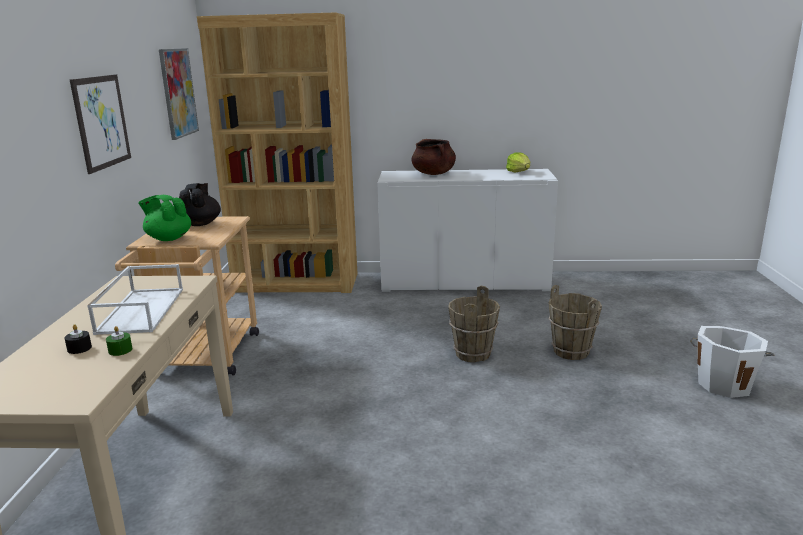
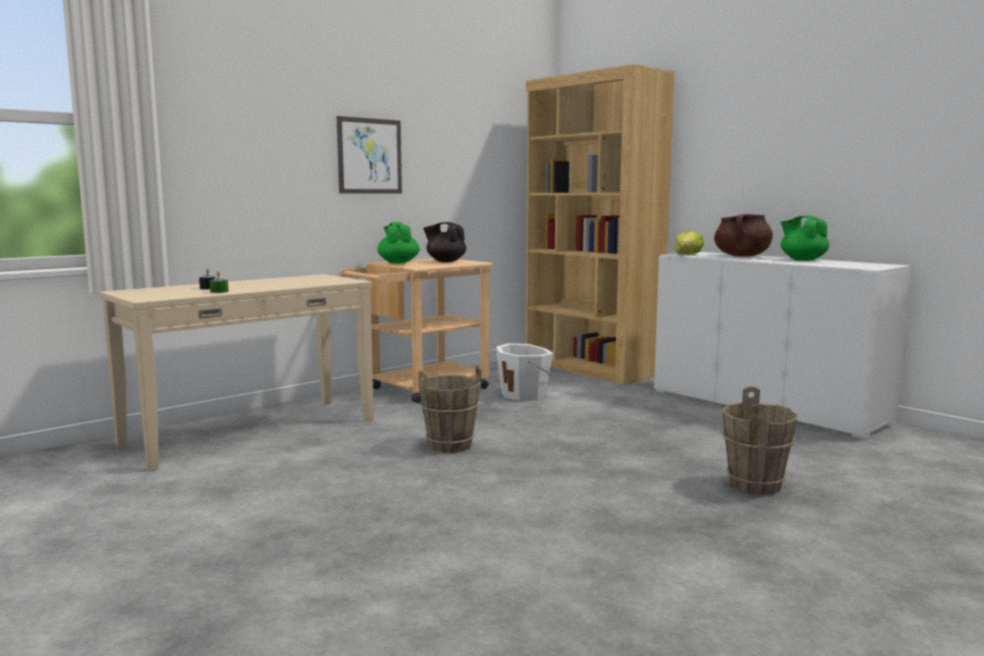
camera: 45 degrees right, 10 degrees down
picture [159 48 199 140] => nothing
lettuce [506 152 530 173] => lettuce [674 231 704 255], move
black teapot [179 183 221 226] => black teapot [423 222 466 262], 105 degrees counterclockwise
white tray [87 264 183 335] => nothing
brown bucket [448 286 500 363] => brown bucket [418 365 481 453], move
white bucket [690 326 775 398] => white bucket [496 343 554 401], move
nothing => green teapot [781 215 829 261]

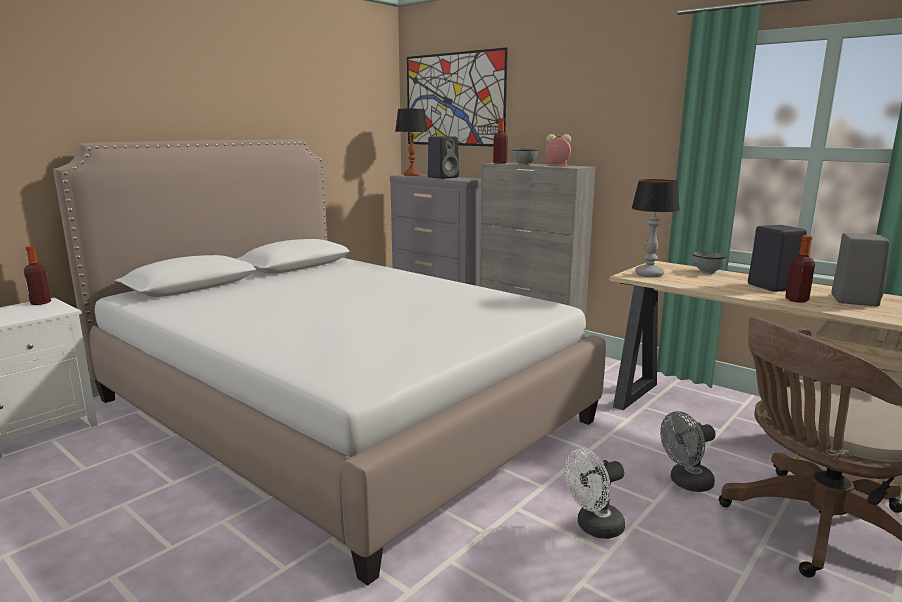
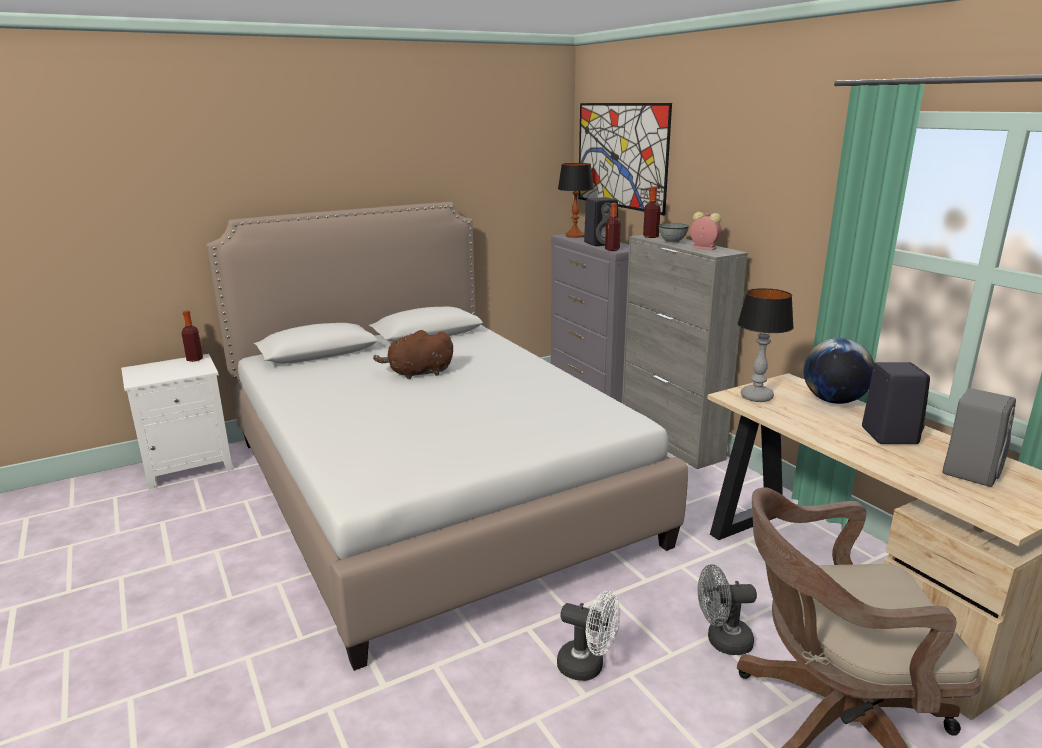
camera: 20 degrees right, 5 degrees up
bottle [785 235 815 303] => bottle [605 203 621 251], move
grey bowl [693 251 727 274] => globe [804 338 874 404]
white fan [565 449 625 539] => white fan [557 591 620 681], 150 degrees counterclockwise
nothing => brown plush toy [373 330 453 379]

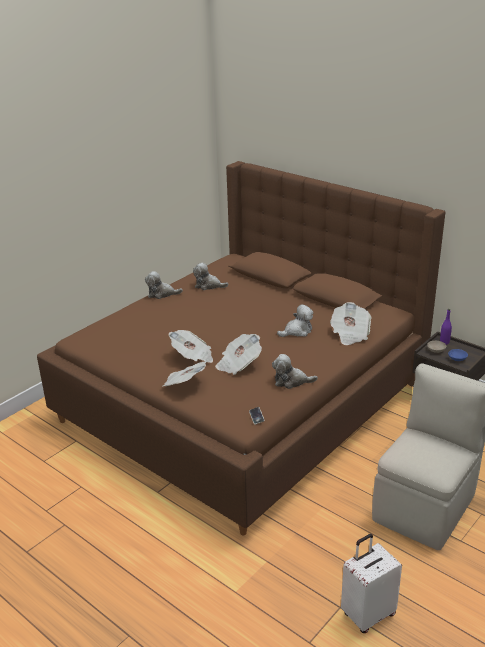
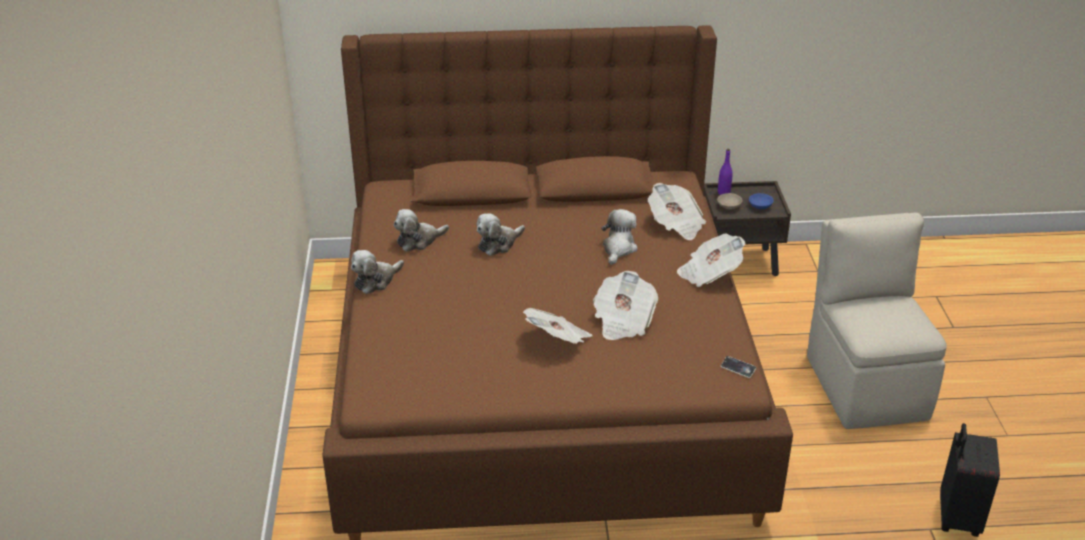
camera: 45 degrees left, 5 degrees up
plush toy [272 354 318 389] => plush toy [477 213 525 256], move
newspaper [162 361 207 387] => newspaper [677 233 746 287], move
white suitcase [341 534 402 633] => black suitcase [940 423 1000 537]

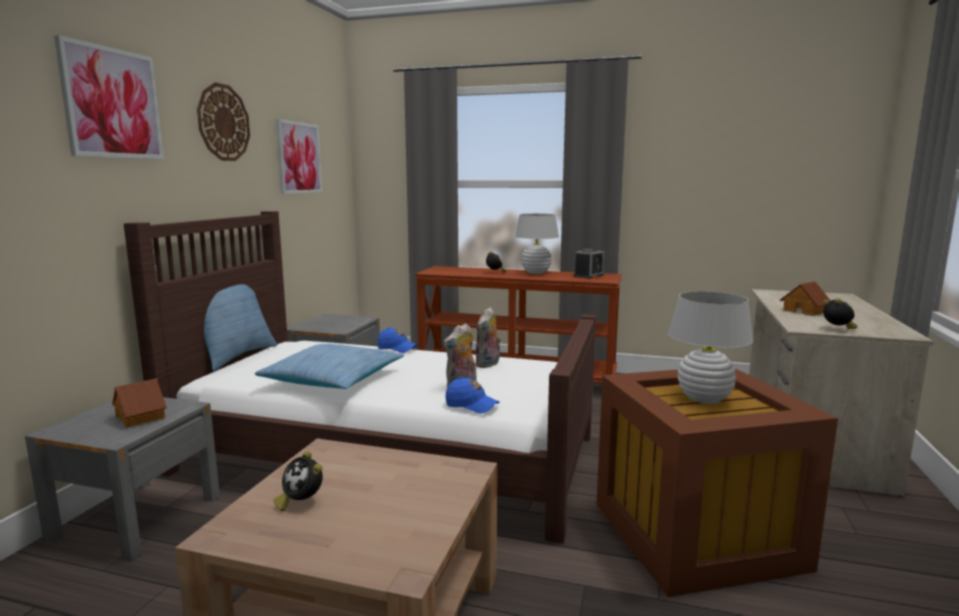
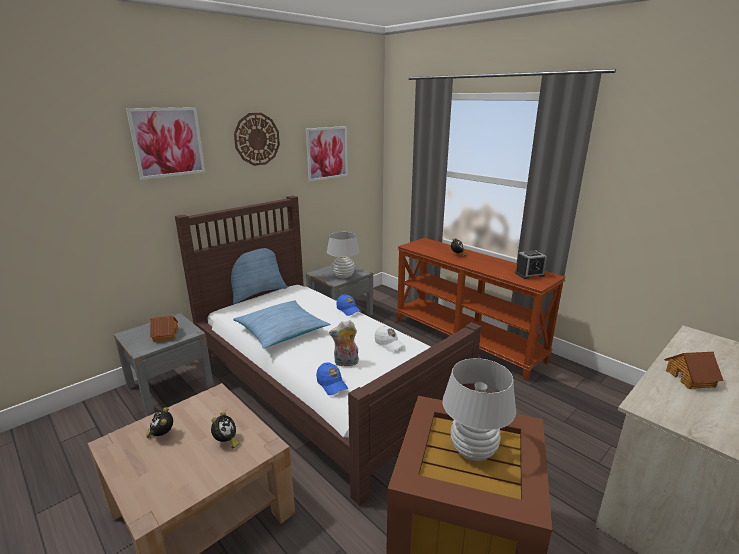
camera: 30 degrees right, 10 degrees up
white table lamp [515 214 559 274] => white table lamp [327 232 360 279], move
alarm clock [823 298 858 329] => alarm clock [211 412 240 449], move
plush toy [475 307 501 368] => white cap [375 326 405 352]

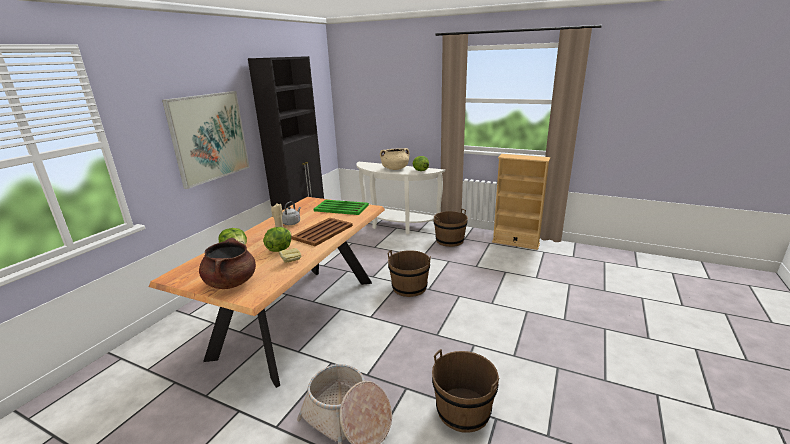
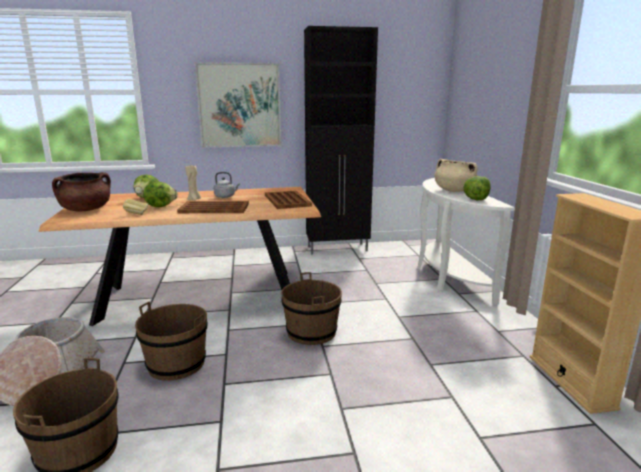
camera: 55 degrees right, 5 degrees down
green tray [314 200 369 215] => brown tray [265 191 312 209]
brown bucket [433 208 468 247] => brown bucket [135 302 208 381], move

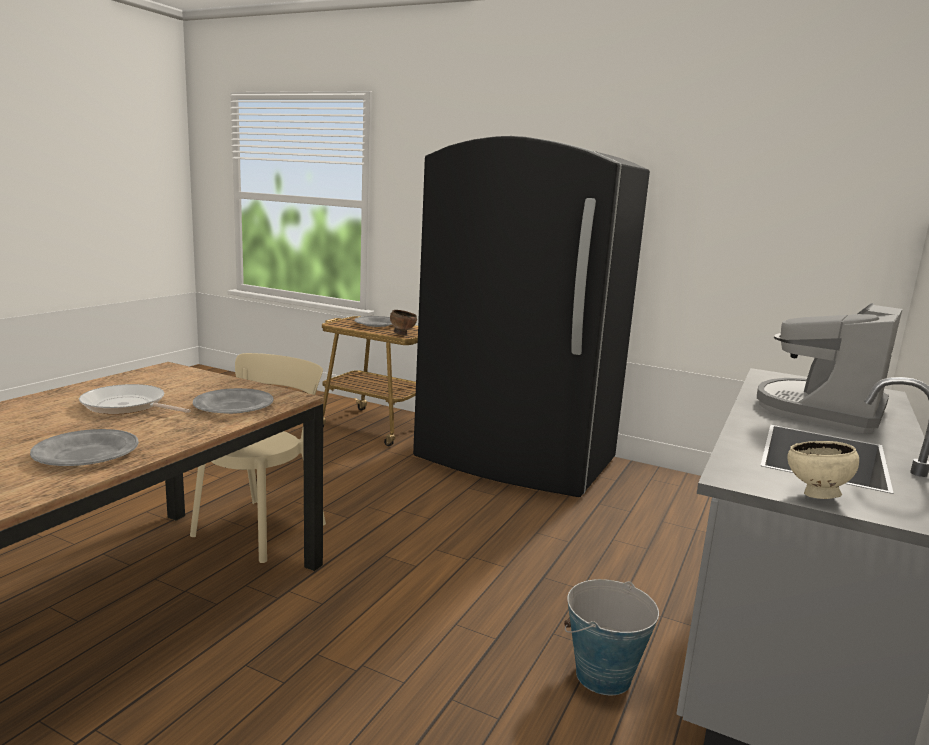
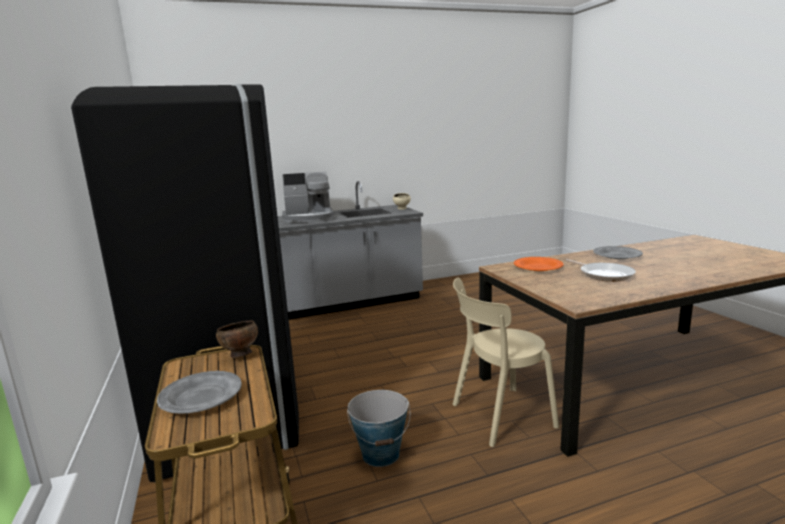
camera: 135 degrees left, 0 degrees up
grey plate [193 388 274 414] => orange plate [514 257 564 271]
bucket [564 579 659 695] => bucket [347 390 411 467], move

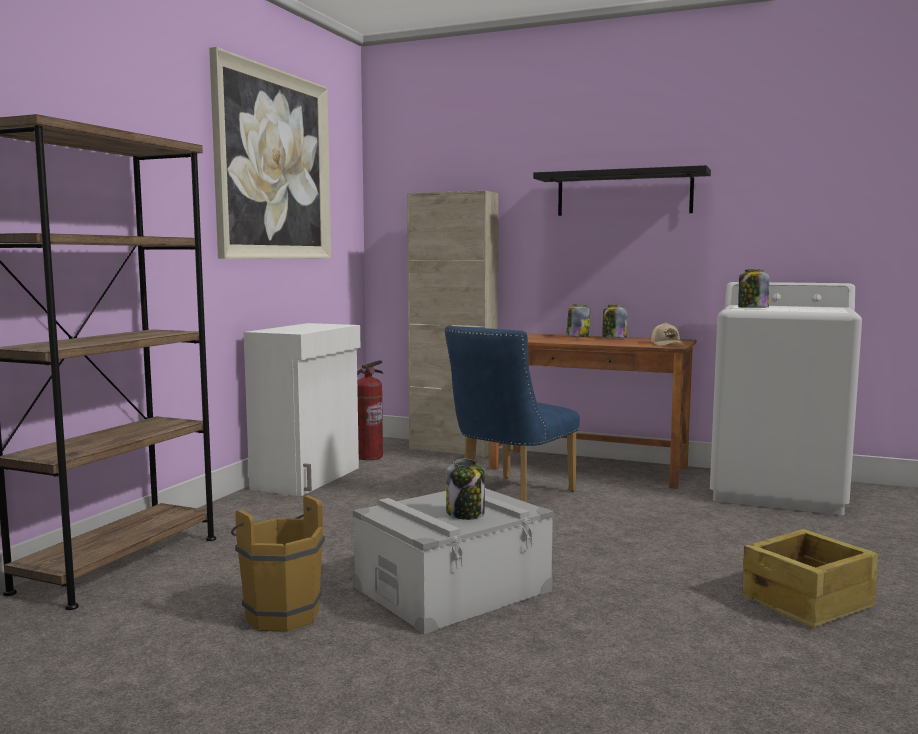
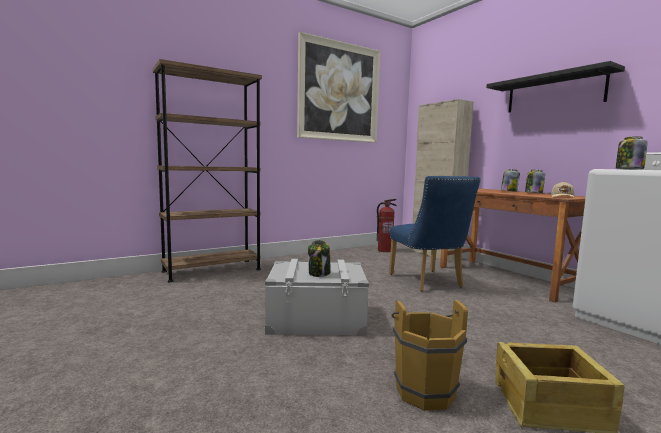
camera: 35 degrees right, 0 degrees up
white cabinet [244 323 360 496] => nothing
blue chair [444 326 580 502] => blue chair [389 176 481 291], 90 degrees counterclockwise
brown bucket [231 495 325 632] => brown bucket [392 300 468 410], move

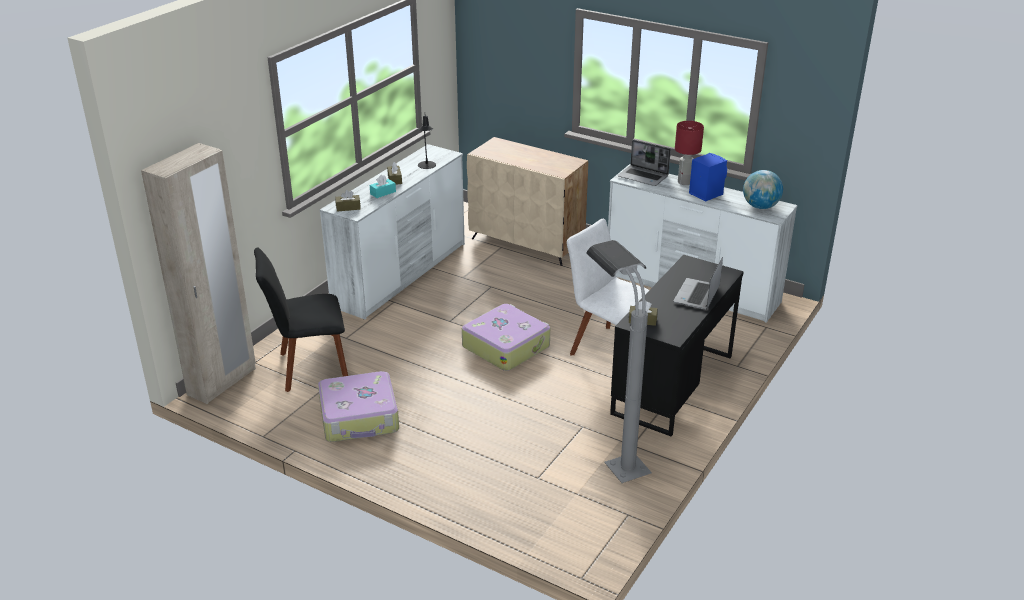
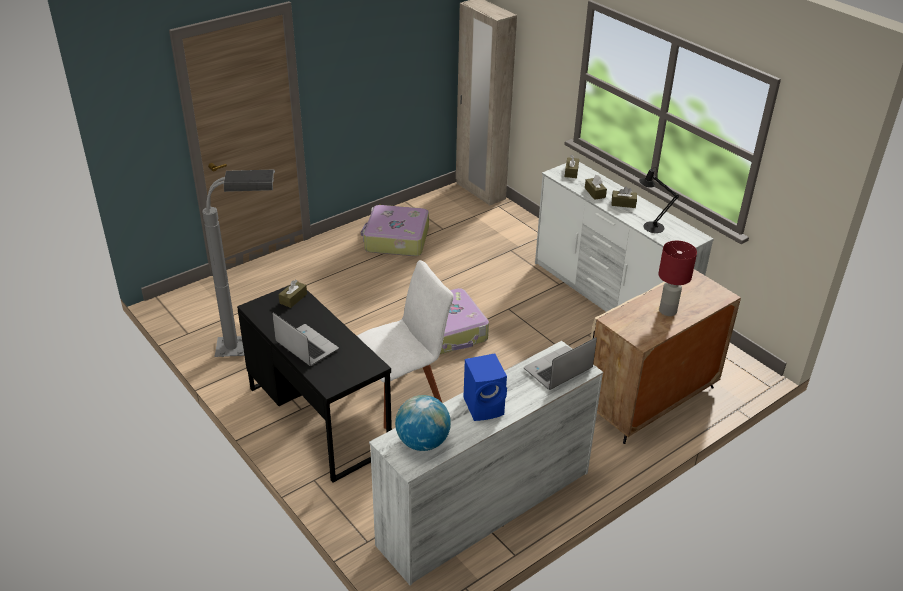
camera: 110 degrees right, 5 degrees up
red table lamp [675 121 704 185] => red table lamp [658 241 697 316], move
turquoise tissue box [370 175 396 198] => brown tissue box [585 175 607 200]
black chair [254 247 348 392] => nothing

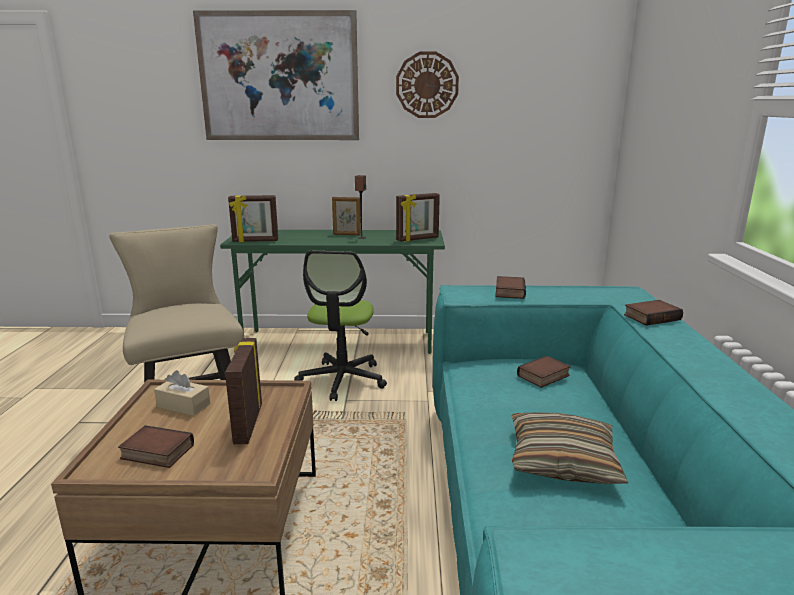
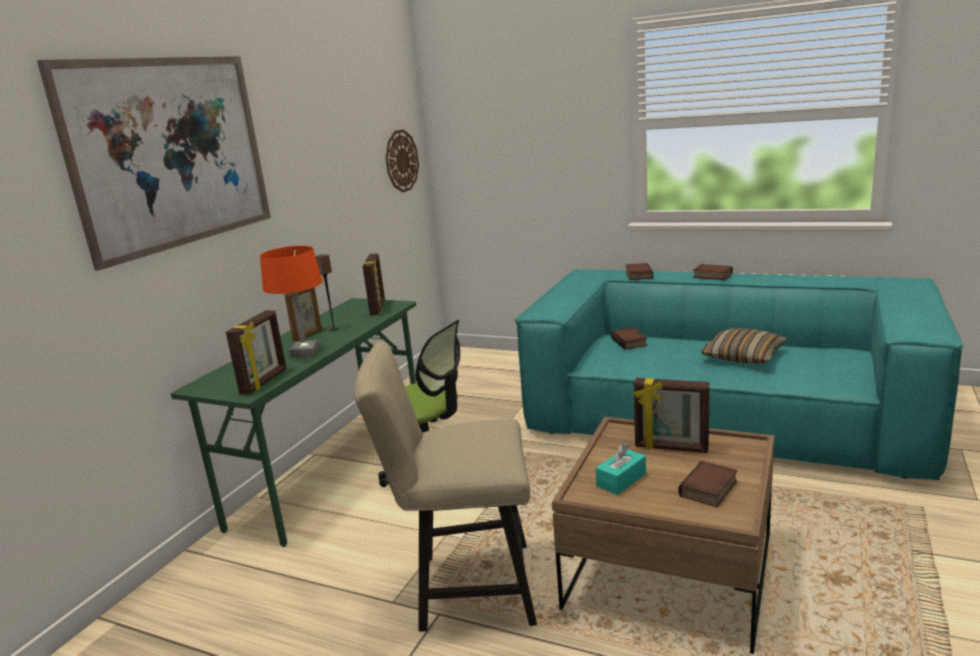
camera: 65 degrees left, 0 degrees up
wall clock [396 52 459 118] => wall clock [386 129 419 193], move
book [495 276 526 299] => book [693 264 733 280], move
beige tissue box [154 370 210 416] => turquoise tissue box [596 443 646 495]
nothing => orange table lamp [260 246 323 358]

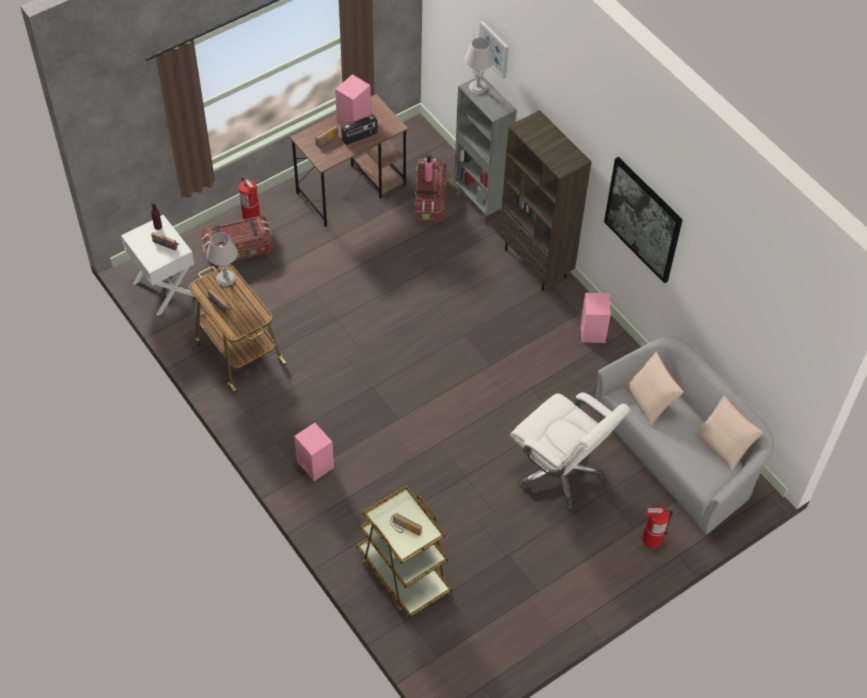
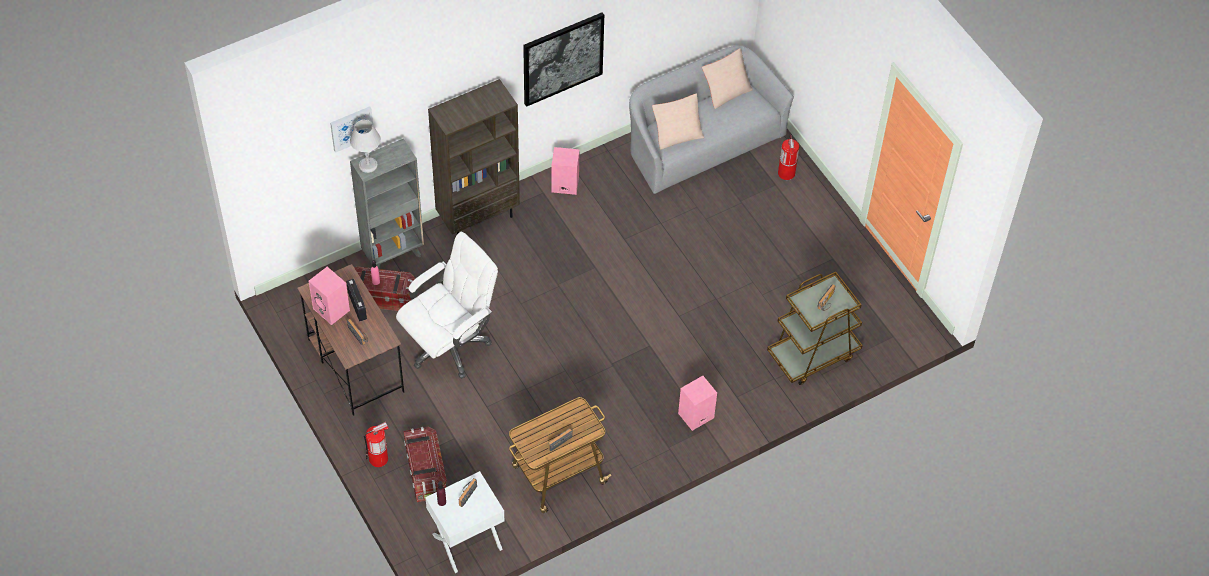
camera: 85 degrees left, 0 degrees up
grey table lamp [206 232 238 286] => nothing
white office chair [510 393 630 509] => white office chair [396 232 498 379], move

